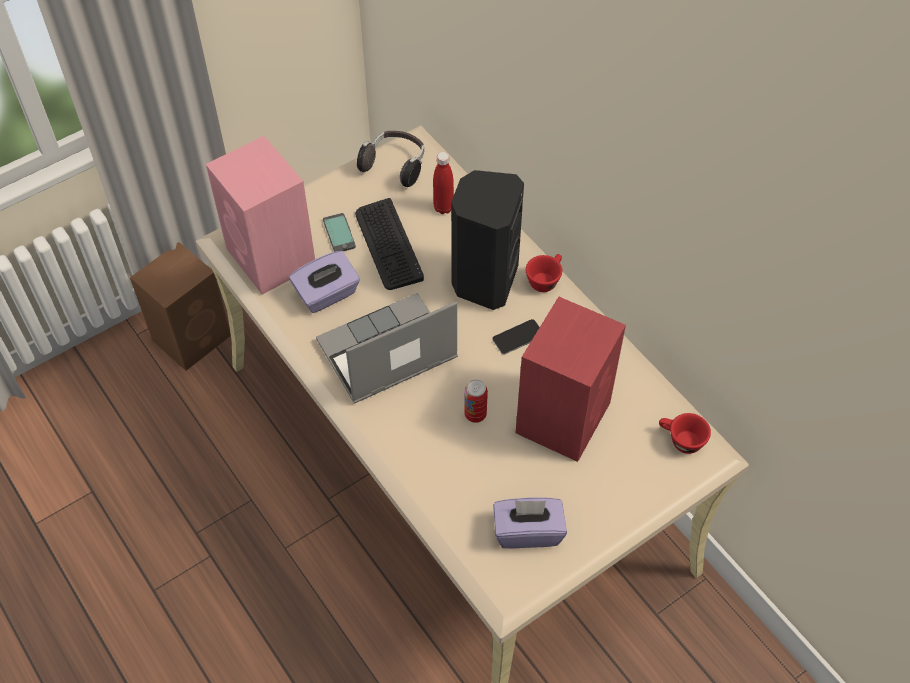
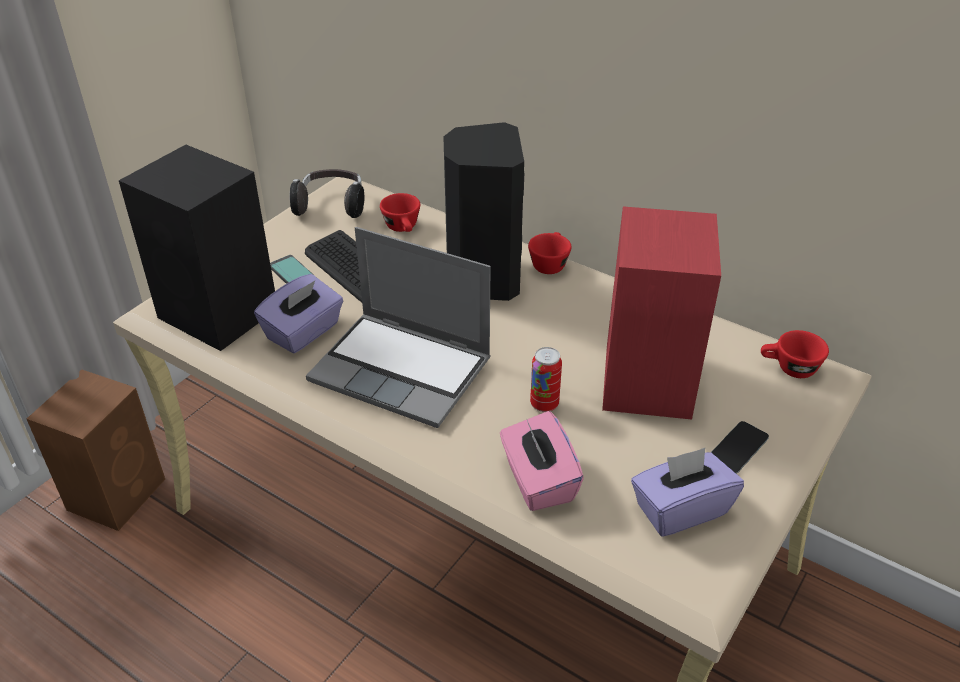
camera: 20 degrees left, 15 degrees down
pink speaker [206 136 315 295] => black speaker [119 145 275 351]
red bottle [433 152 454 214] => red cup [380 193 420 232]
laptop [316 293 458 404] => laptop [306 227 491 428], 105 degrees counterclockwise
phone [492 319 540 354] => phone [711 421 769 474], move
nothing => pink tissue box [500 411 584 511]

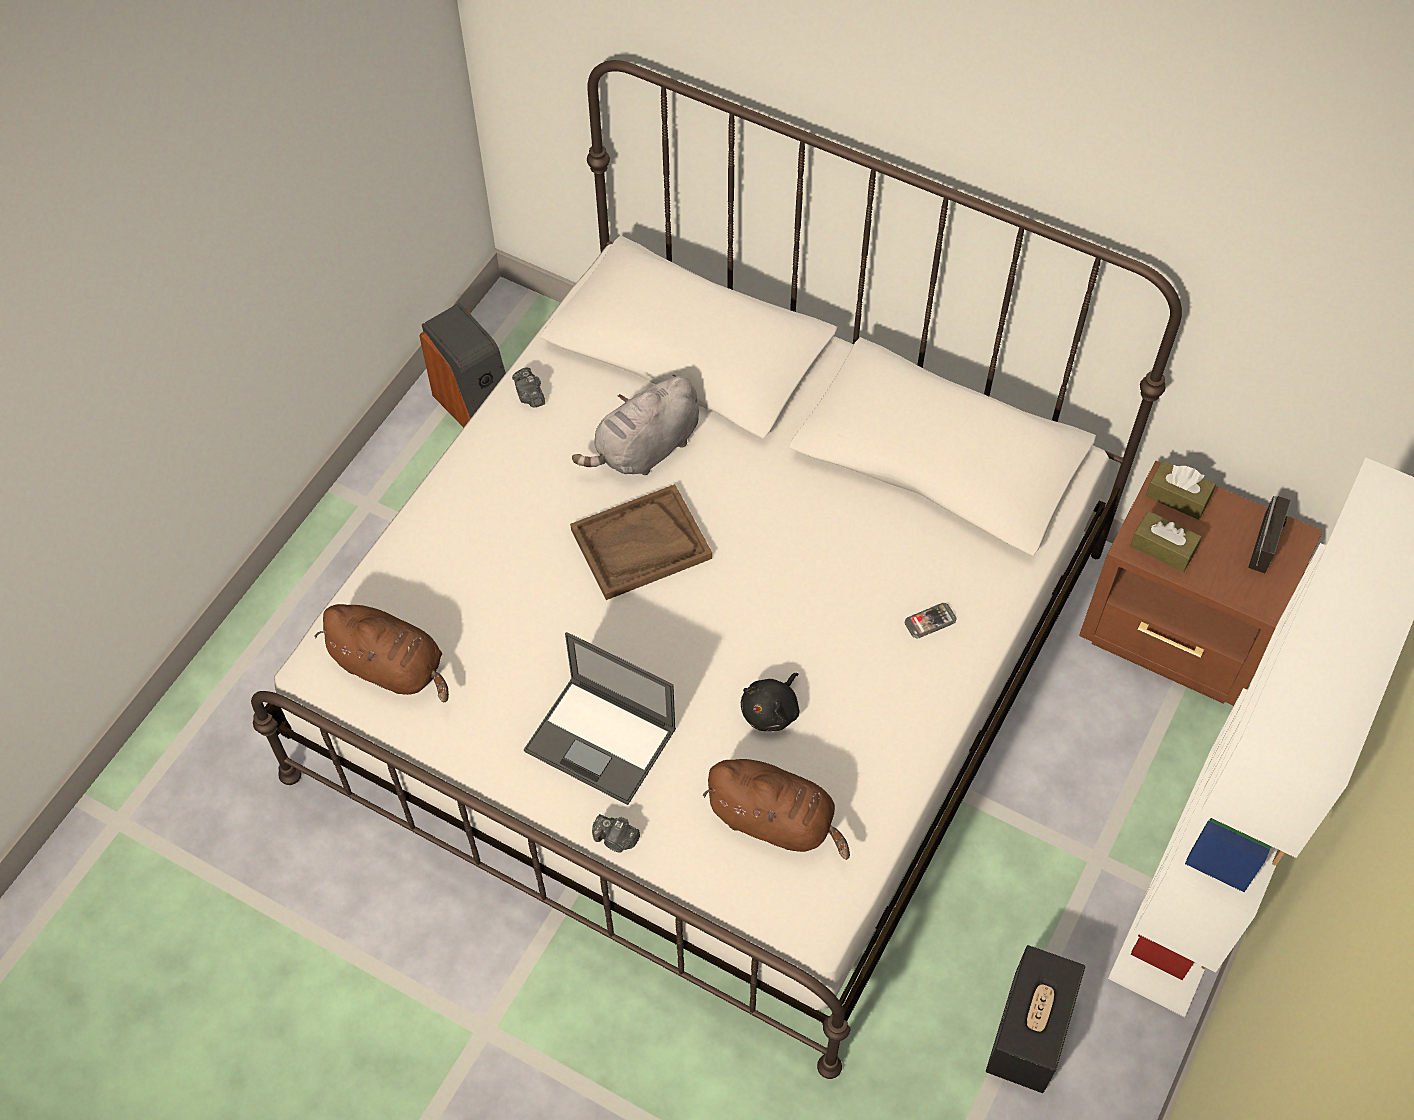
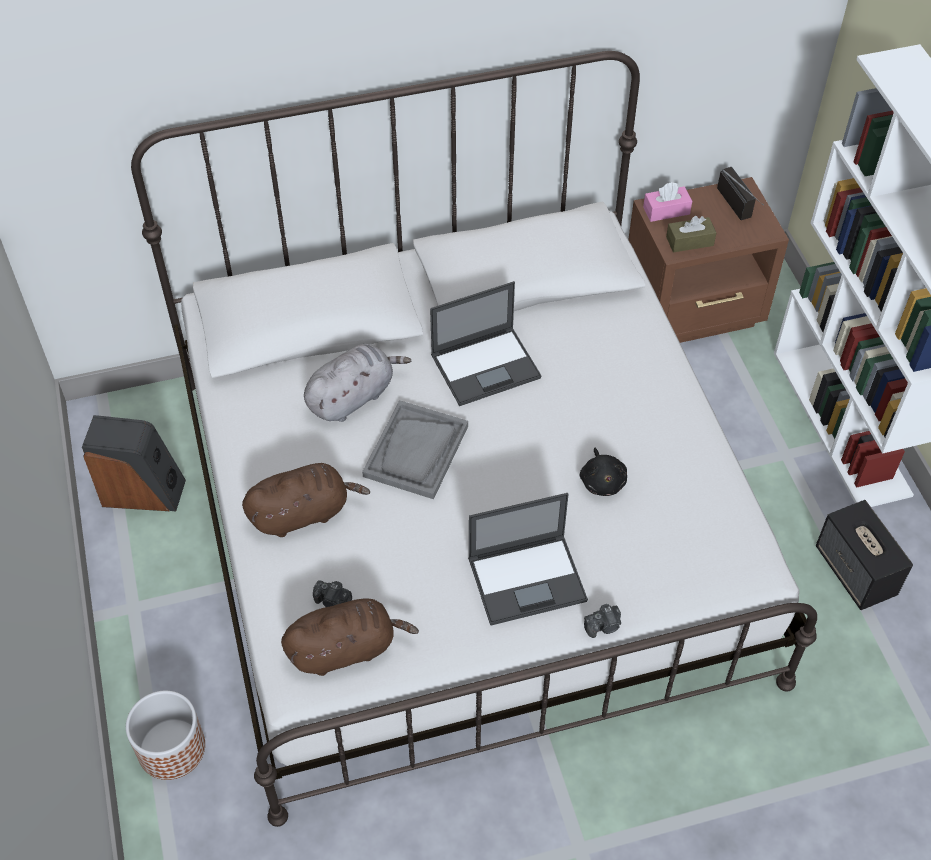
camera: 45 degrees left, 5 degrees down
photo camera [512 367 545 408] => photo camera [313 580 352 607], move
grey plush toy [572 375 699 475] => grey plush toy [304 344 411 422], 135 degrees counterclockwise
brown tissue box [1145 461 1216 520] => pink tissue box [643 182 692 222]
brown tray [570 484 712 600] => grey tray [362 400 468 499]
phone [905 603 956 639] => nothing
brown plush toy [703 759 850 860] => brown plush toy [242 463 370 537], move
nothing => laptop [430 281 542 406]
nothing => planter [126 691 205 780]

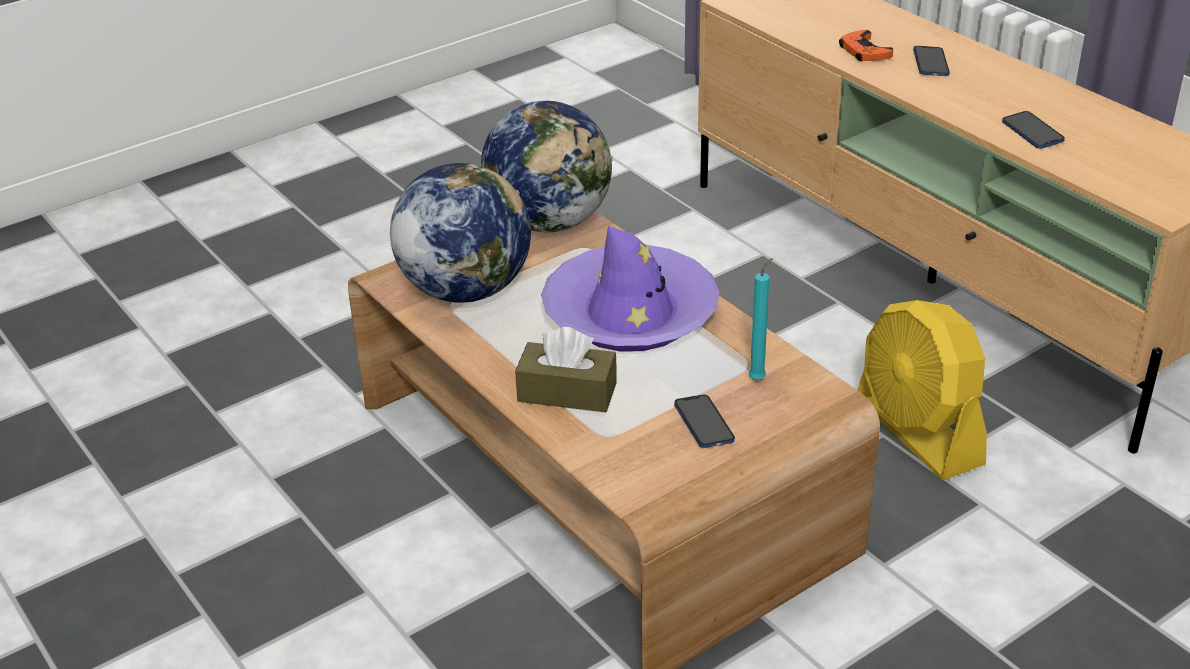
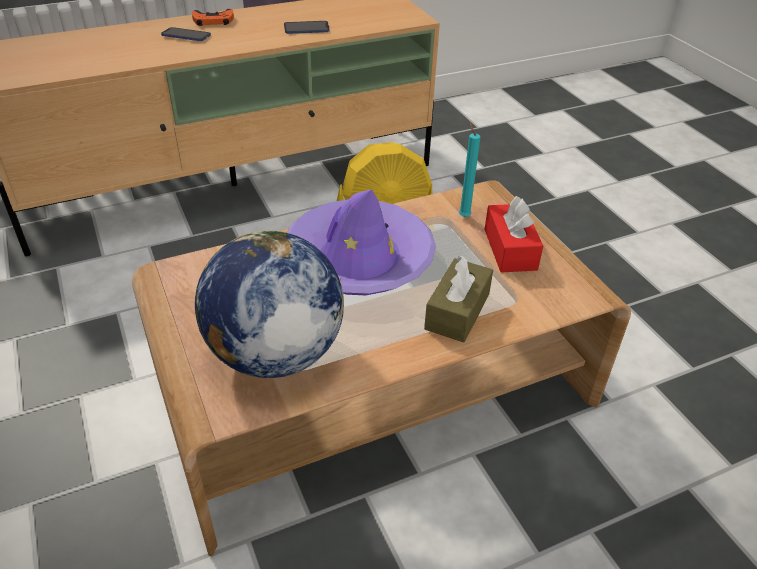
camera: 80 degrees left, 5 degrees up
orange game controller [839 30 893 61] => orange game controller [192 9 234 26], move
globe [481 101 613 232] => nothing
phone [674 395 735 448] => red tissue box [484 196 543 273]

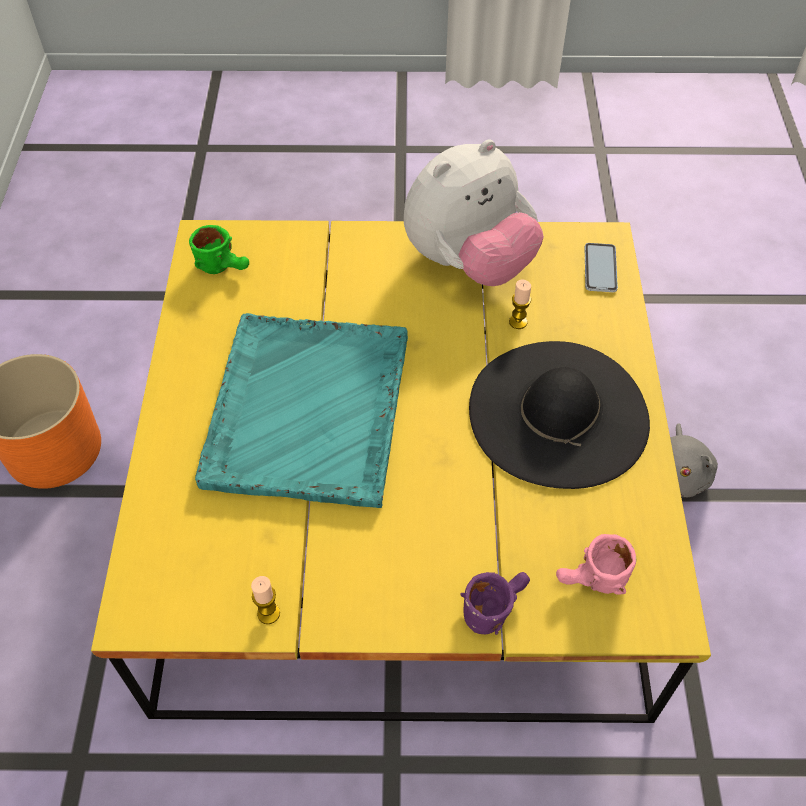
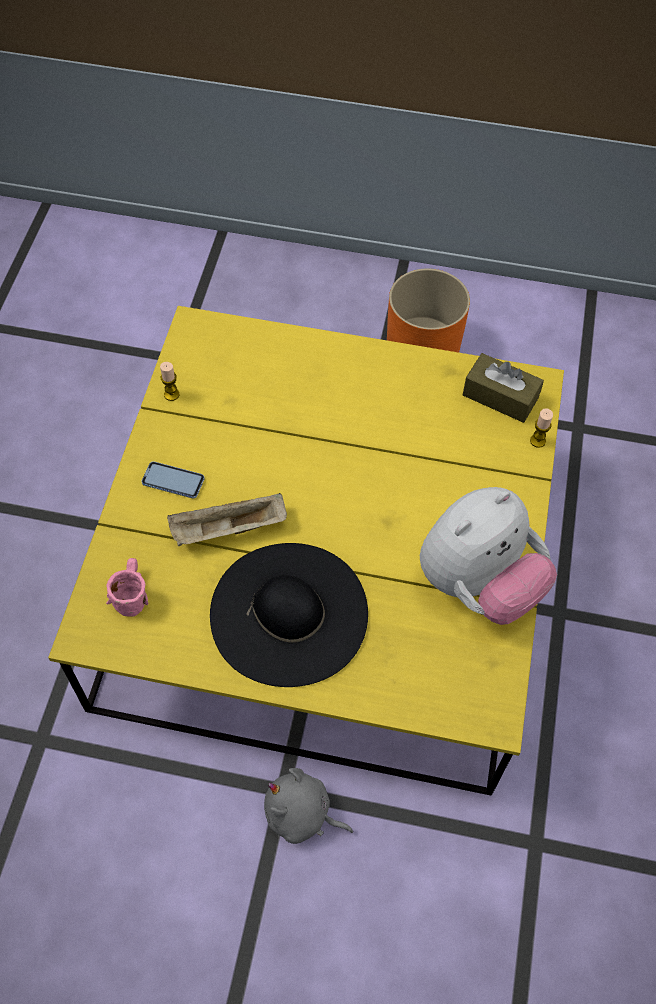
camera: 100 degrees right, 5 degrees up
plush toy [404 139 544 286] => plush toy [420 487 557 625], 105 degrees counterclockwise
green mug [189 225 249 274] => brown tissue box [463 353 544 423]
phone [585 243 618 292] => phone [141 461 205 499], move
candle [509 280 531 329] => candle [530 408 553 448], move
turquoise tray [195 313 408 508] => nothing
purple mug [461 572 530 635] => nothing
nothing => beige tray [167 493 287 546]

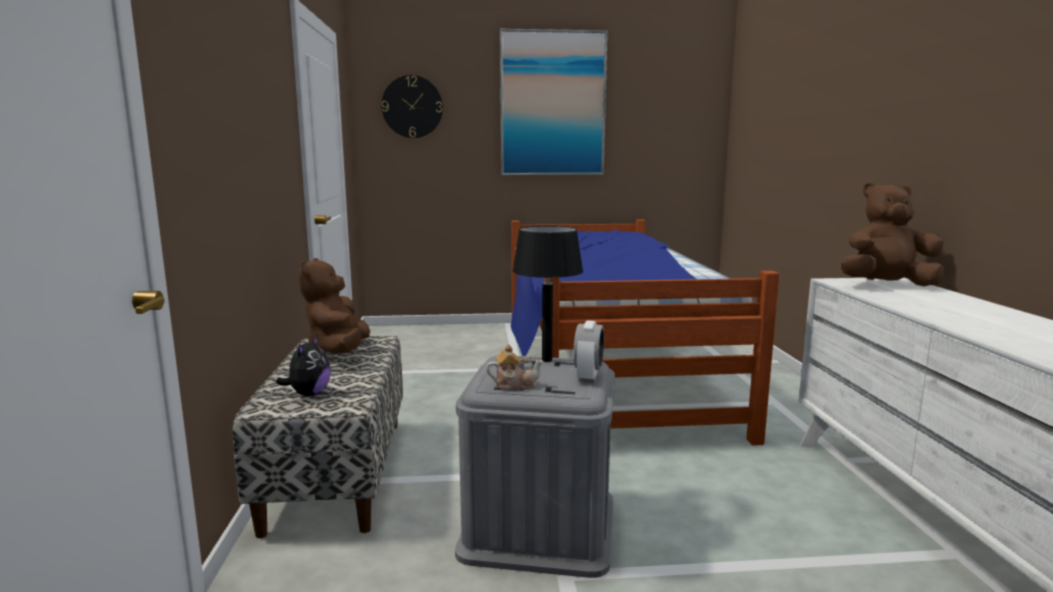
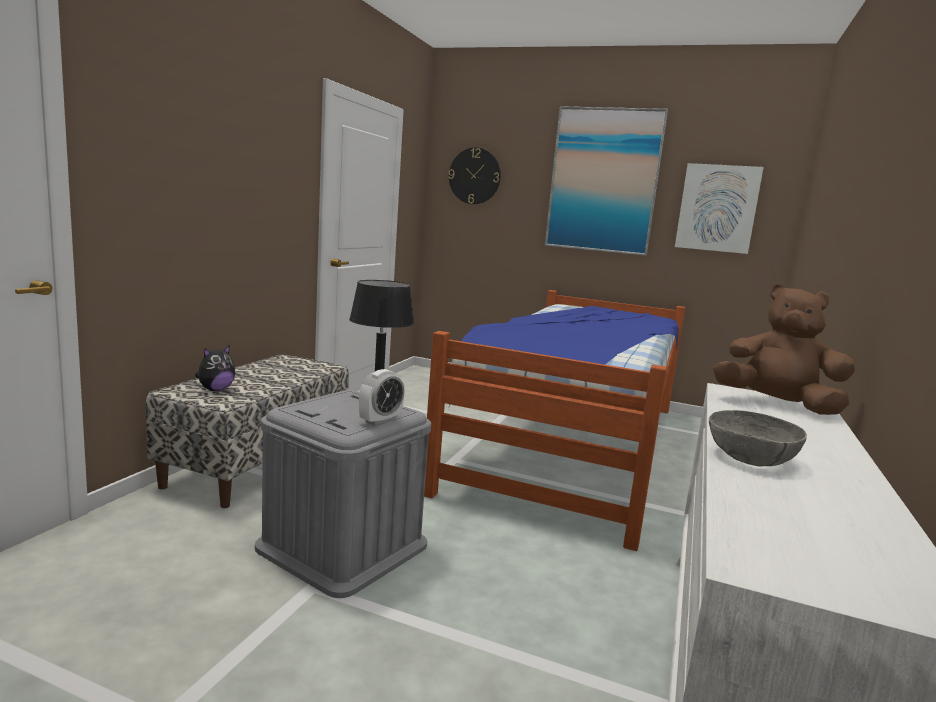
camera: 25 degrees right, 0 degrees up
brown plush toy [298 258 370 354] => nothing
teapot [486 344 543 390] => nothing
nothing => picture [675 163 764 254]
nothing => grey bowl [709 410 807 467]

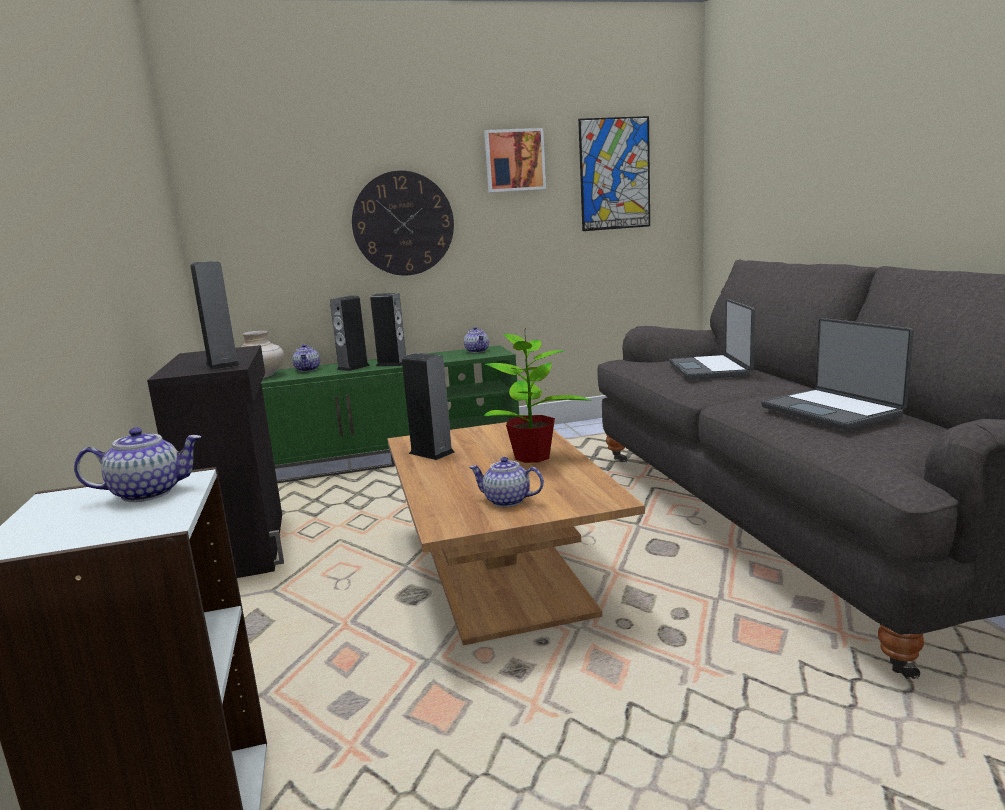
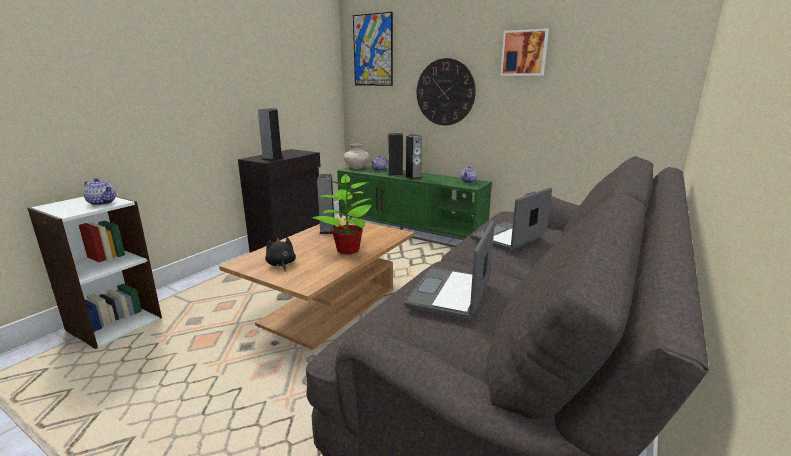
camera: 45 degrees right, 5 degrees up
picture [578 116 650 231] => picture [353 12 393 86], move
teapot [469 457 544 507] => black plush toy [265 237 296 271]

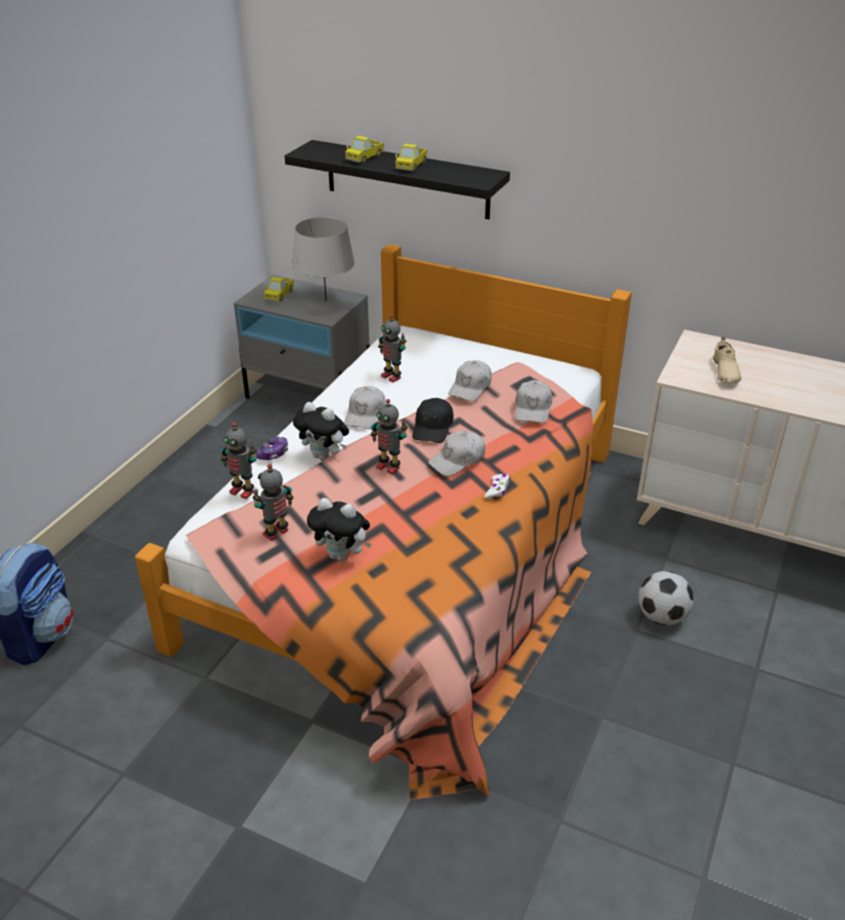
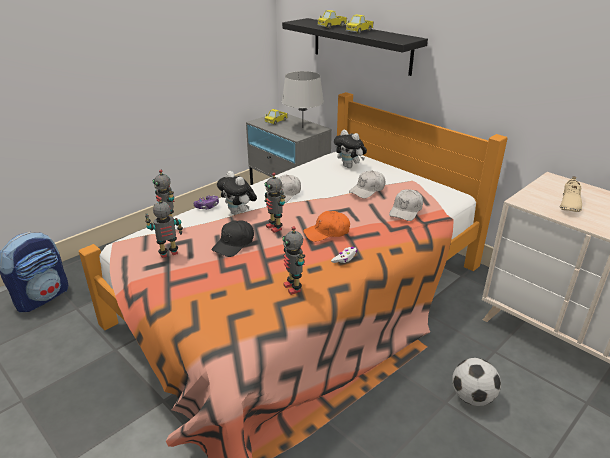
camera: 20 degrees right, 5 degrees down
toy robot [378 315 406 383] => toy robot [282 226 305 295], move
black cap [412 398 453 443] => black cap [212 220 254 257], move
white cap [428 431 485 476] => orange cap [303 211 350 242]
plush toy [307 498 372 562] => plush toy [334 130 367 168], move

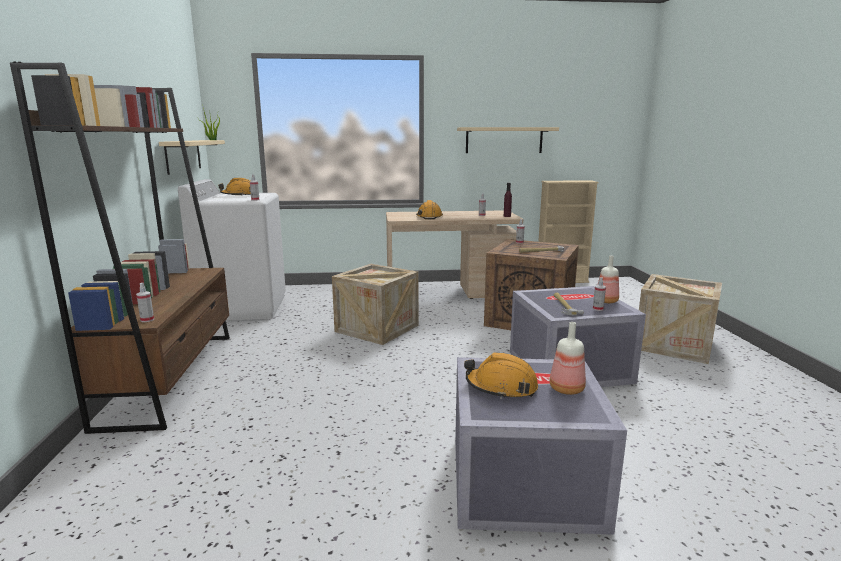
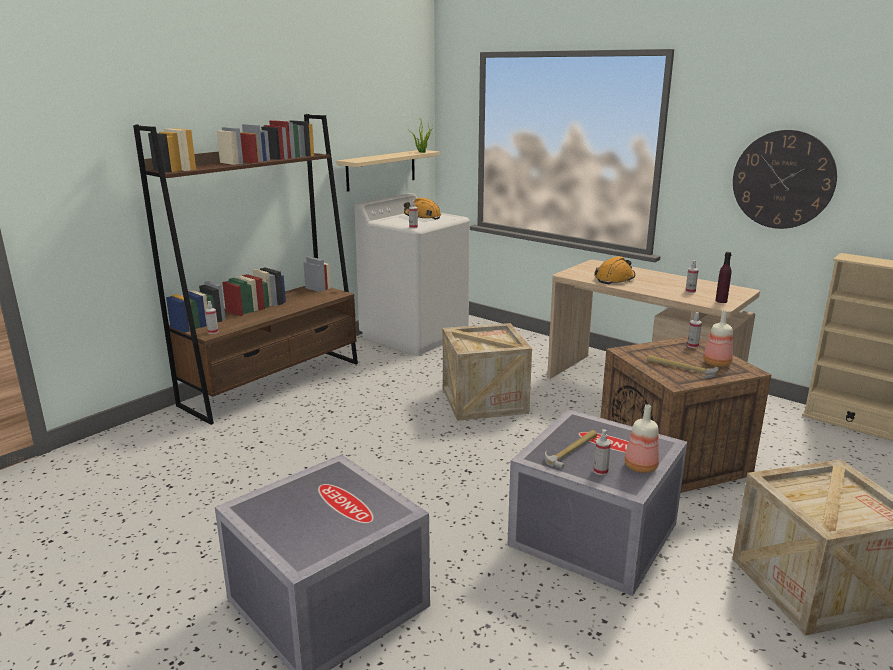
camera: 45 degrees right, 5 degrees up
beige shelf [457 127 559 153] => wall clock [733 130 837 229]
bottle [549 322 586 395] => bottle [703 310 733 367], move
orange hard hat [464 352 538 399] => nothing

